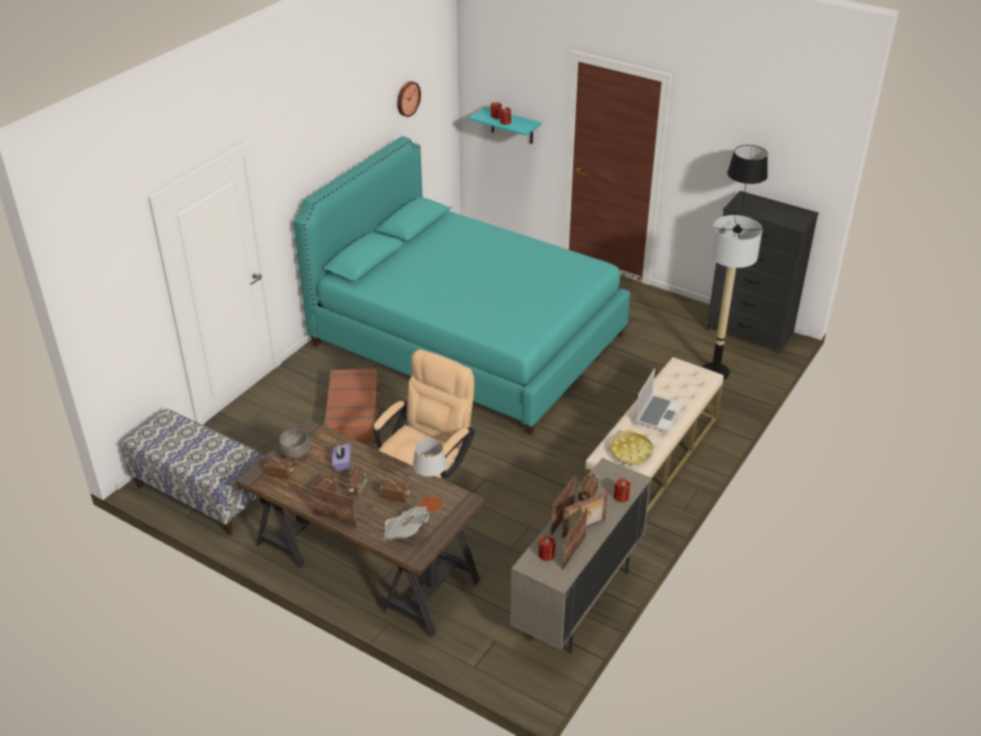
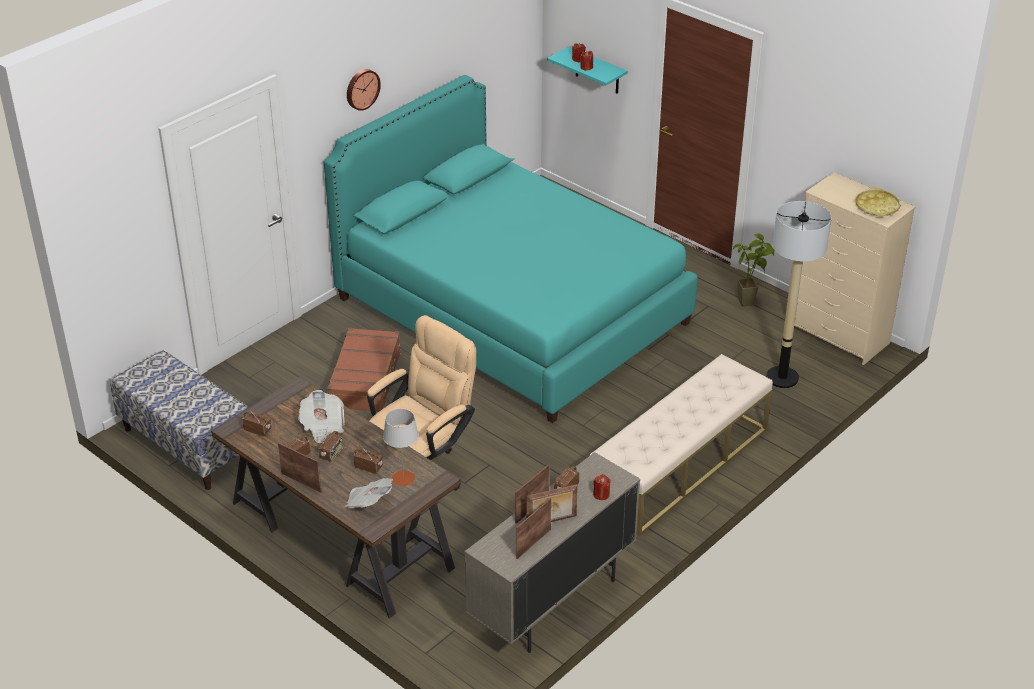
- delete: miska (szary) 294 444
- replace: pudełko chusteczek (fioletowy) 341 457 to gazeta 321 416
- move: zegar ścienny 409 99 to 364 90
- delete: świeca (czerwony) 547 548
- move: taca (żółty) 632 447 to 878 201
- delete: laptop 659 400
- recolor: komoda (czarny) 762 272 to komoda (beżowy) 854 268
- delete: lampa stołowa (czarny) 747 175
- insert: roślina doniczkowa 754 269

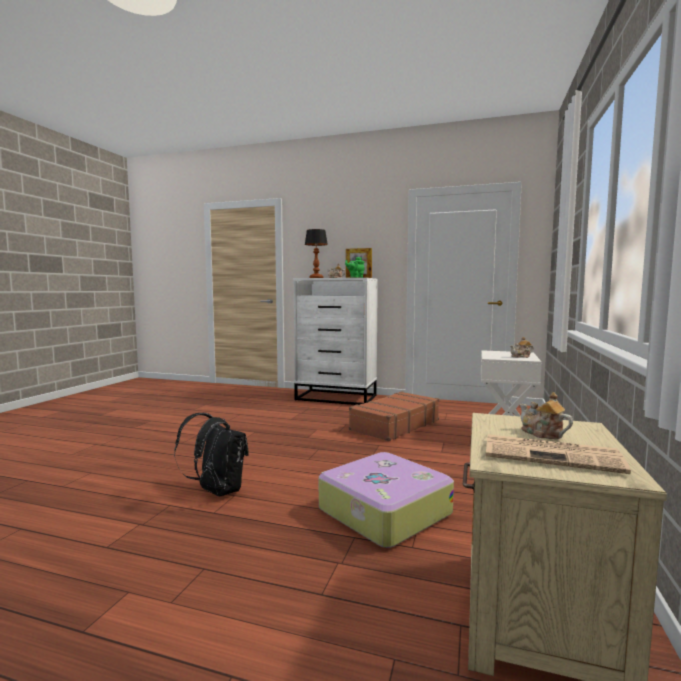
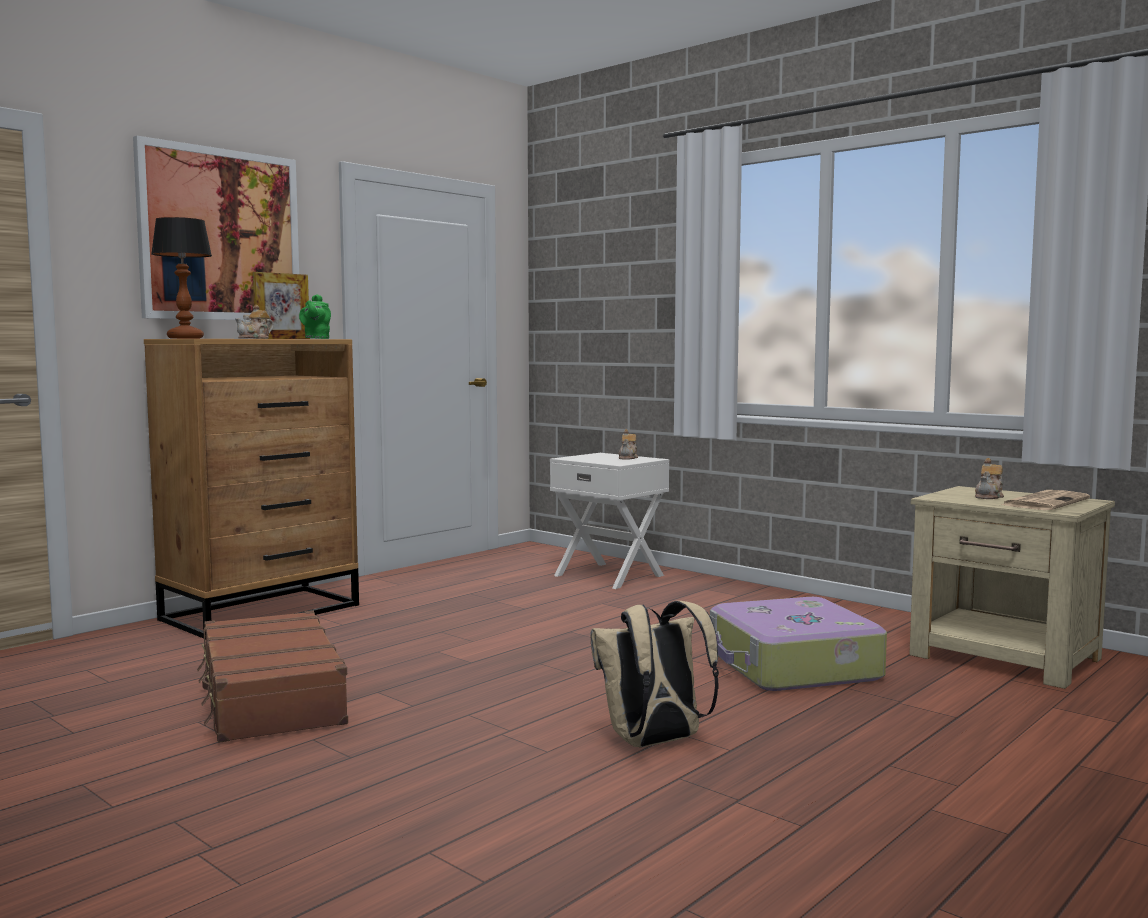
- recolor: plecak (czarny) 211 454 to plecak (beżowy) 654 674
- recolor: komoda (biały) 335 341 to komoda (brązowy) 251 489
- move: walizka (brązowy) 394 416 to 272 677
- rotate: imbryk 546 415 = 989 478 45 degrees counterclockwise
- insert: obraz 216 228

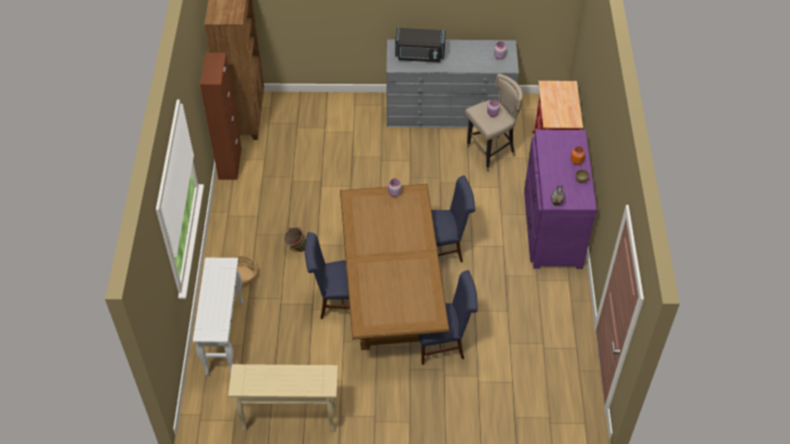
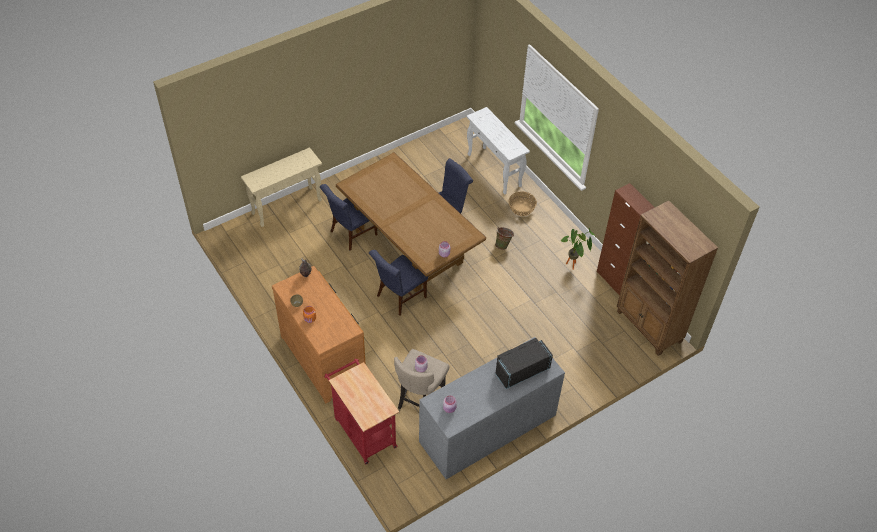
- move: stolik konsolowy (beżowy) 283 397 to 281 187
- recolor: komoda (fioletowy) 560 199 to komoda (brązowy) 319 334
- insert: roślina doniczkowa 578 249

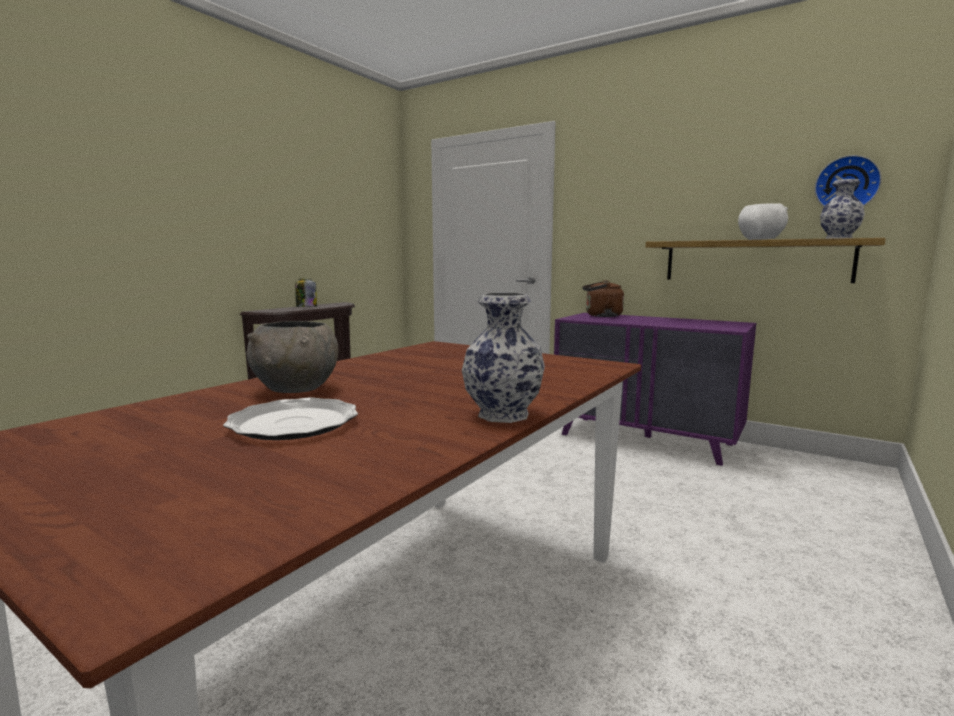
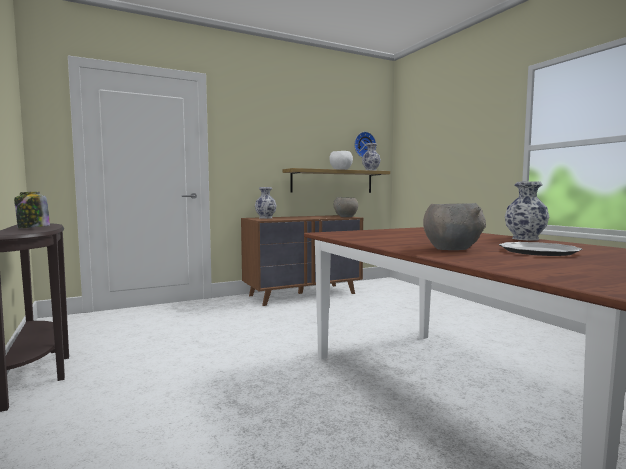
- recolor: komoda (fioletowy) 655 389 to komoda (brązowy) 302 260
- replace: czajnik (brązowy) 603 298 to wazon 265 203
- insert: miska (szary) 345 207

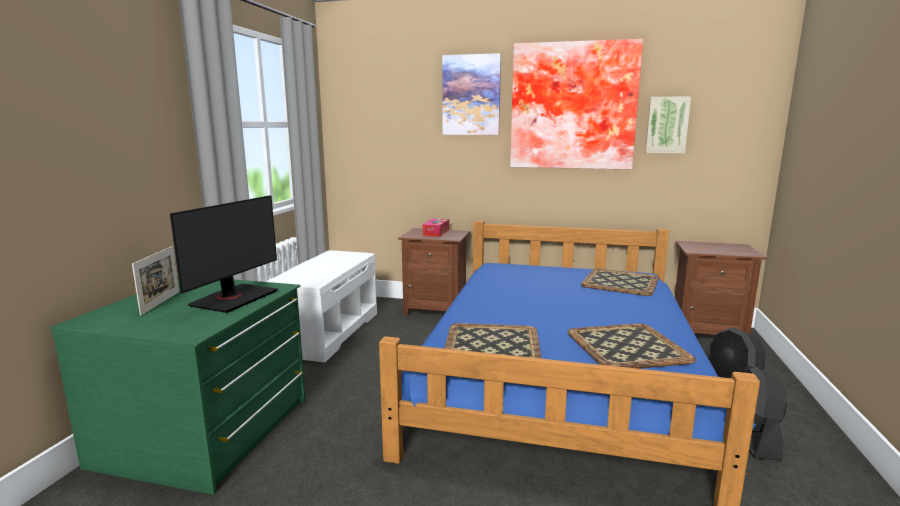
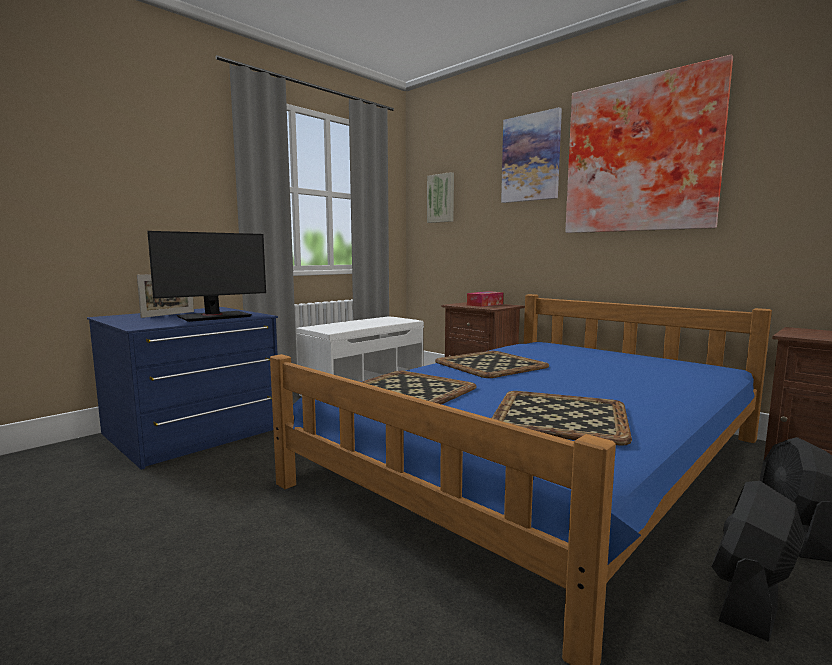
- recolor: komoda (zielony) 177 387 to komoda (niebieski) 182 388
- move: taca 620 282 to 492 364
- move: obraz 668 124 to 440 197

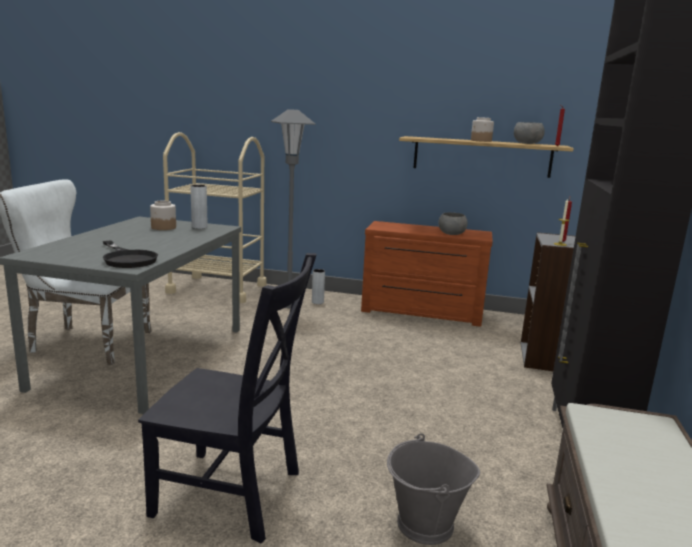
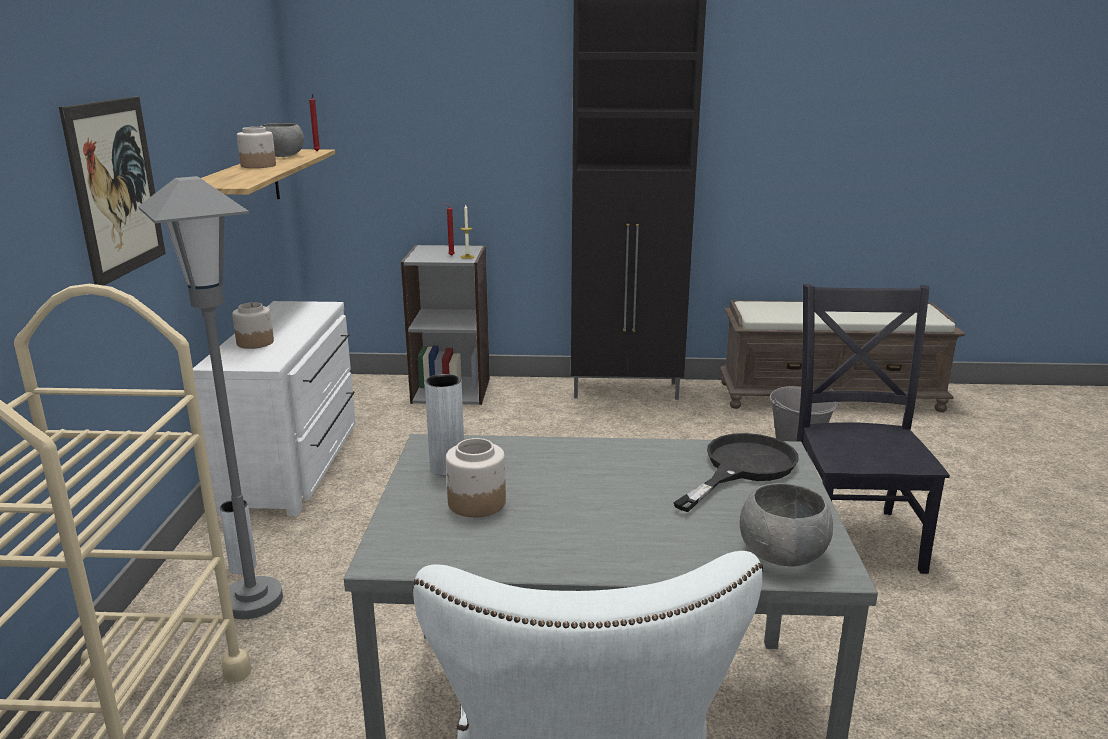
- recolor: komoda (brązowy) 427 274 to komoda (biały) 274 408
- move: miska (szary) 453 223 to 786 524
- insert: obraz 112 191
- insert: słoik 253 325

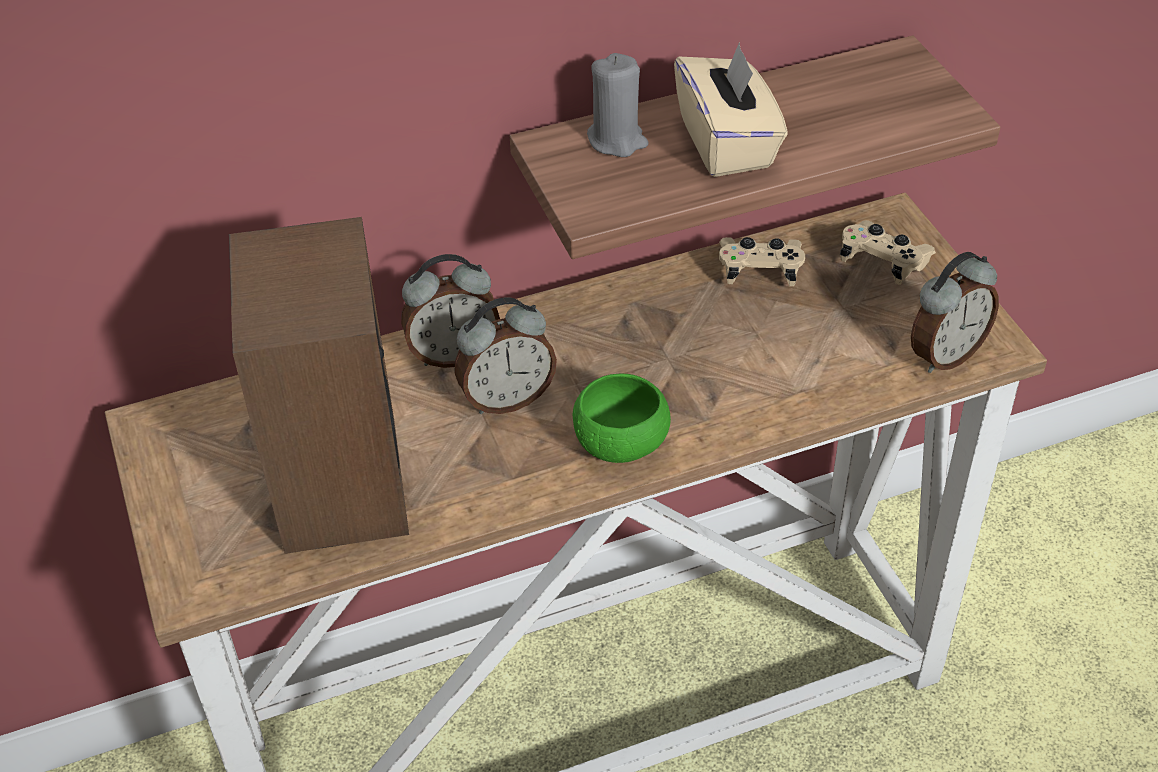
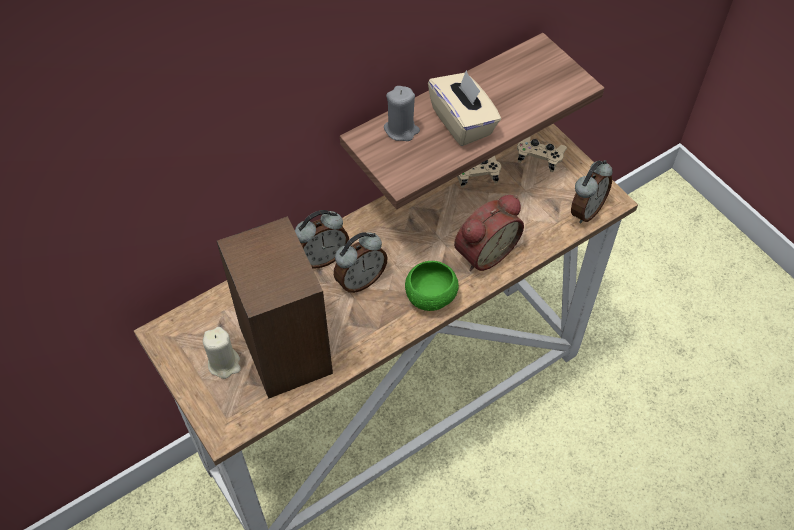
- insert: świeca (beżowy) 222 353
- insert: budzik 489 233

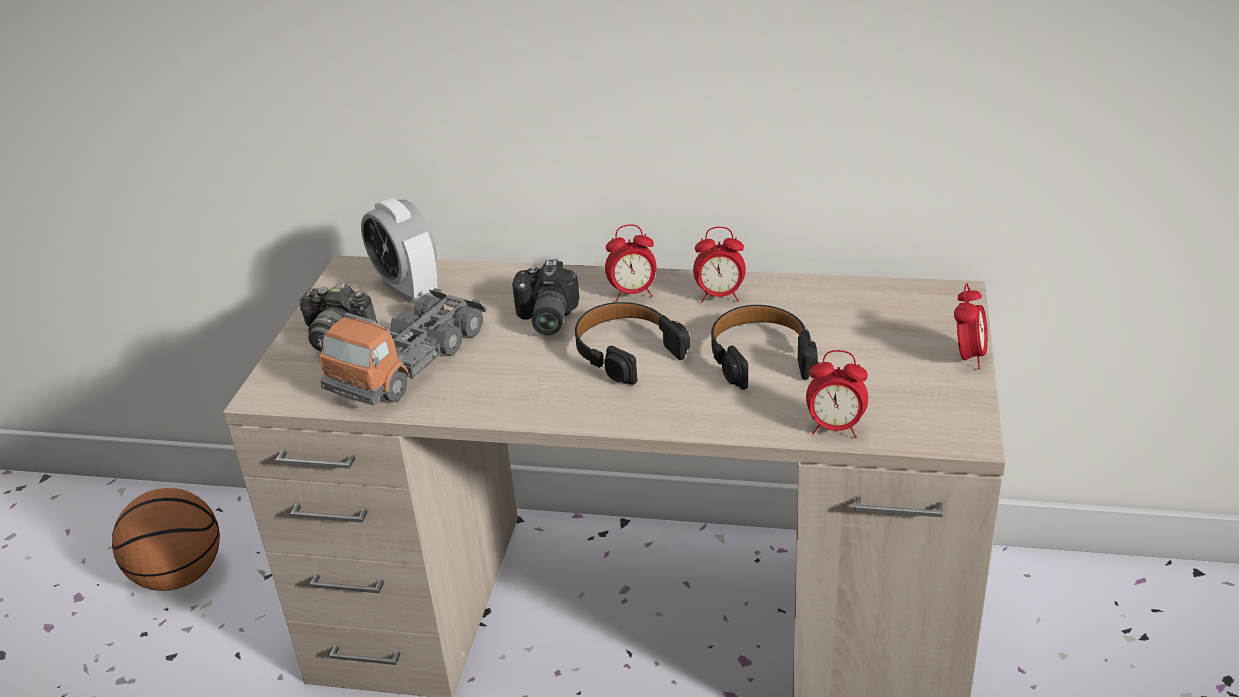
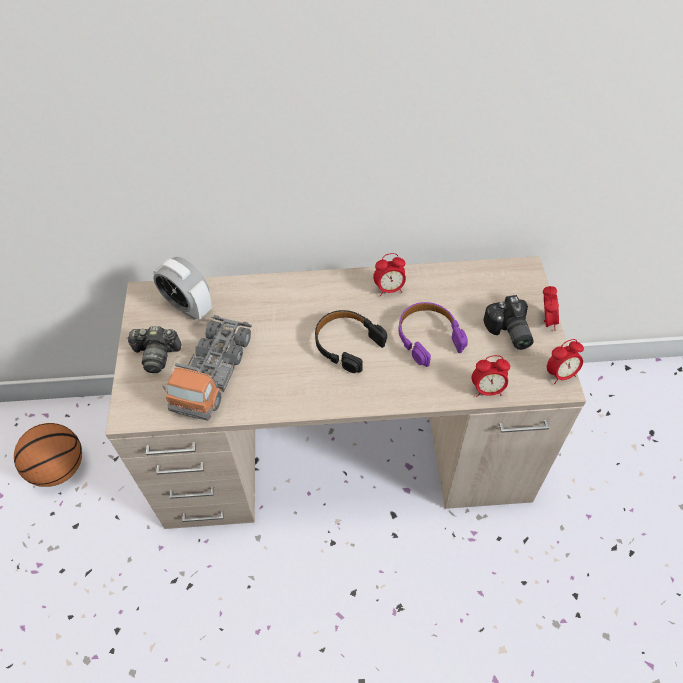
- move: aparat fotograficzny 545 297 to 508 322
- move: budzik 630 262 to 565 361
- recolor: słuchawki (czarny) 764 347 to słuchawki (fioletowy) 433 334

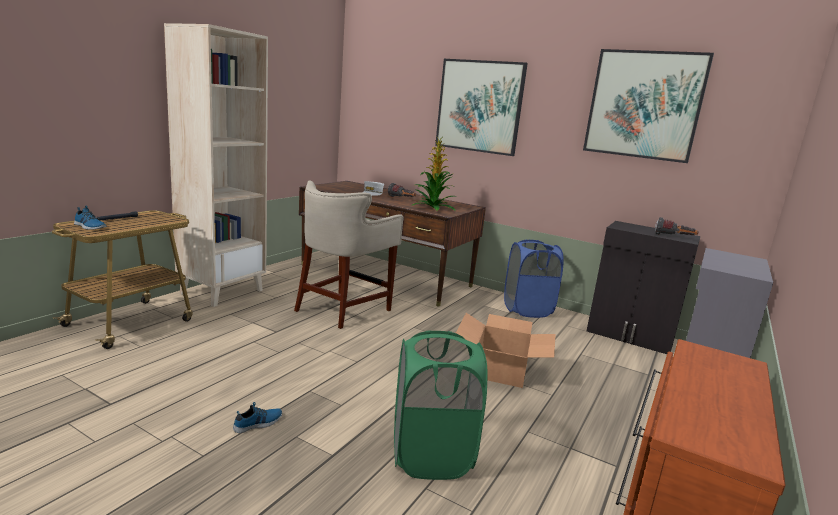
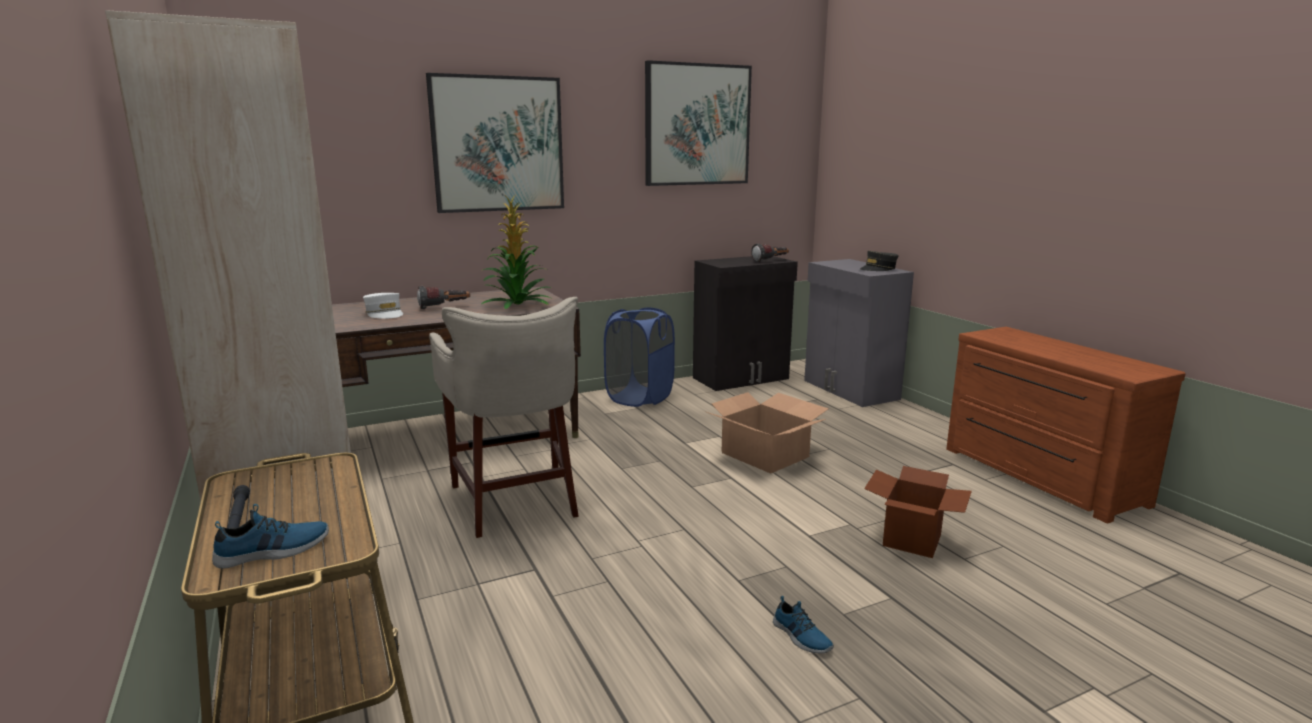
- rotate: but 257 417 = 803 624 150 degrees clockwise
- replace: kosz na pranie (zielony) 441 405 to karton 918 512
- insert: czapka z daszkiem (szary) 879 261

